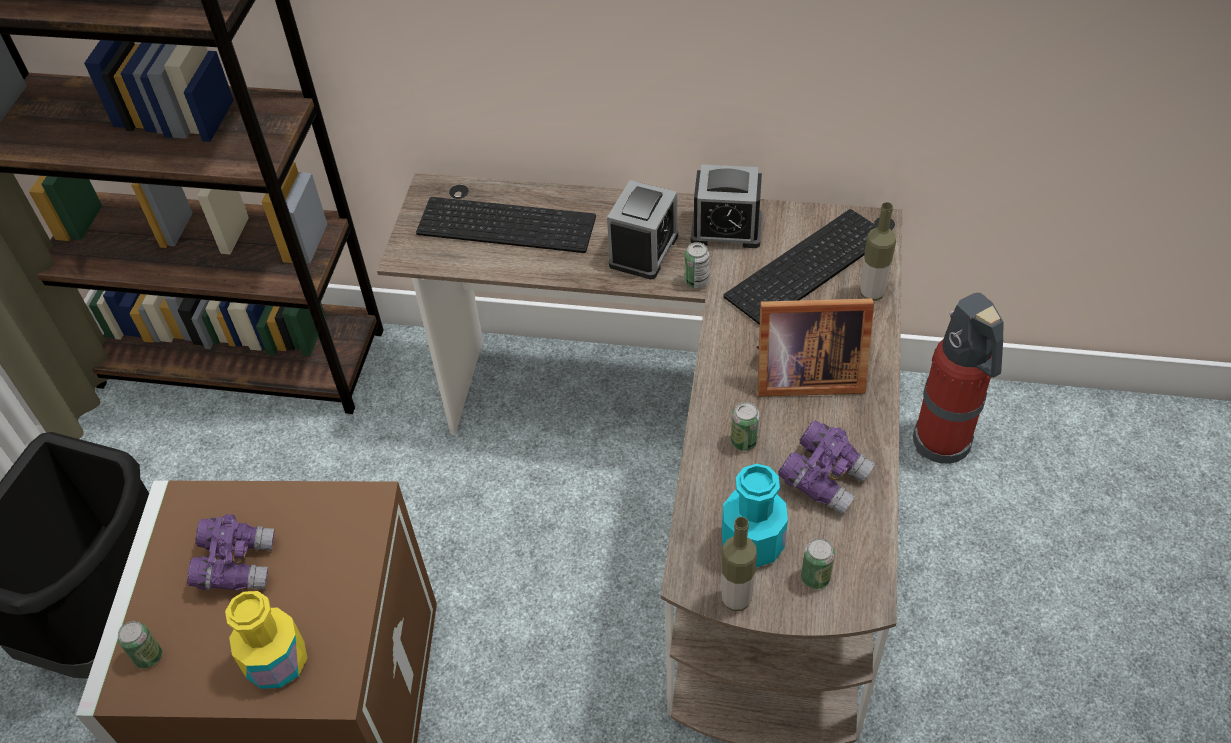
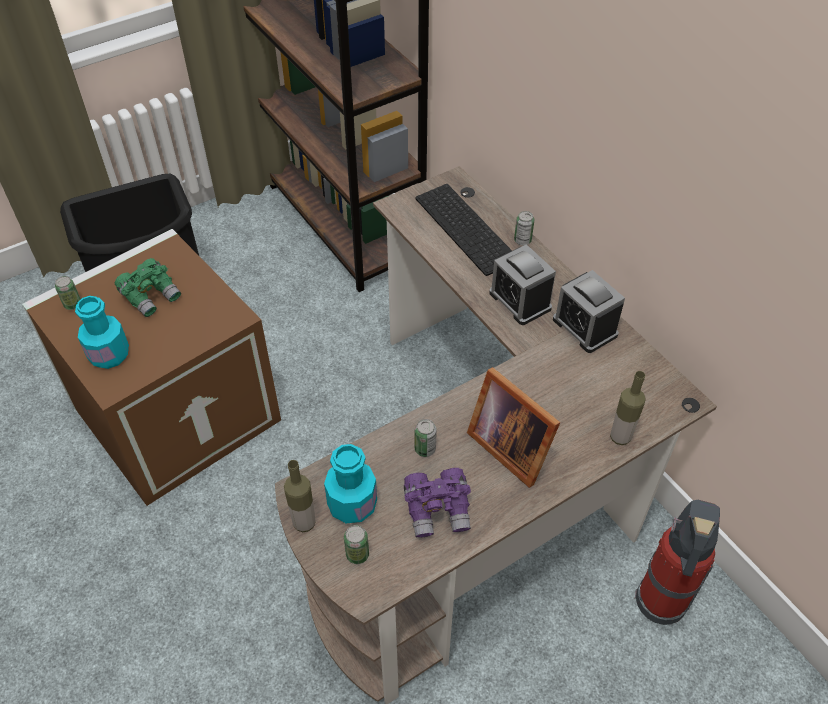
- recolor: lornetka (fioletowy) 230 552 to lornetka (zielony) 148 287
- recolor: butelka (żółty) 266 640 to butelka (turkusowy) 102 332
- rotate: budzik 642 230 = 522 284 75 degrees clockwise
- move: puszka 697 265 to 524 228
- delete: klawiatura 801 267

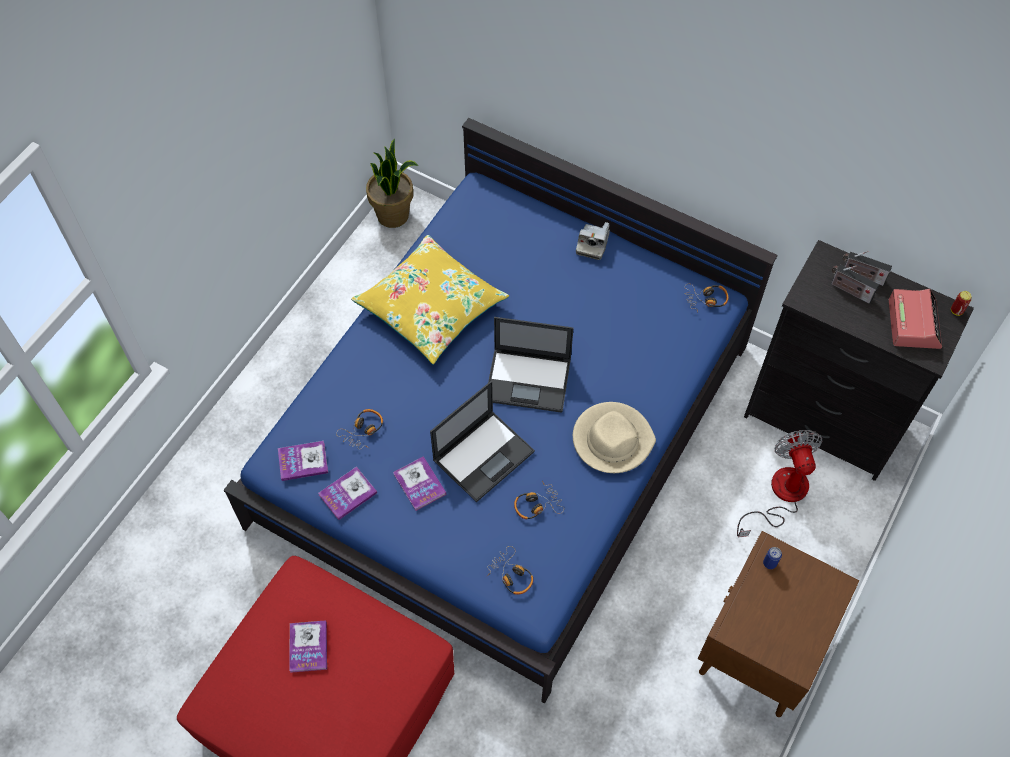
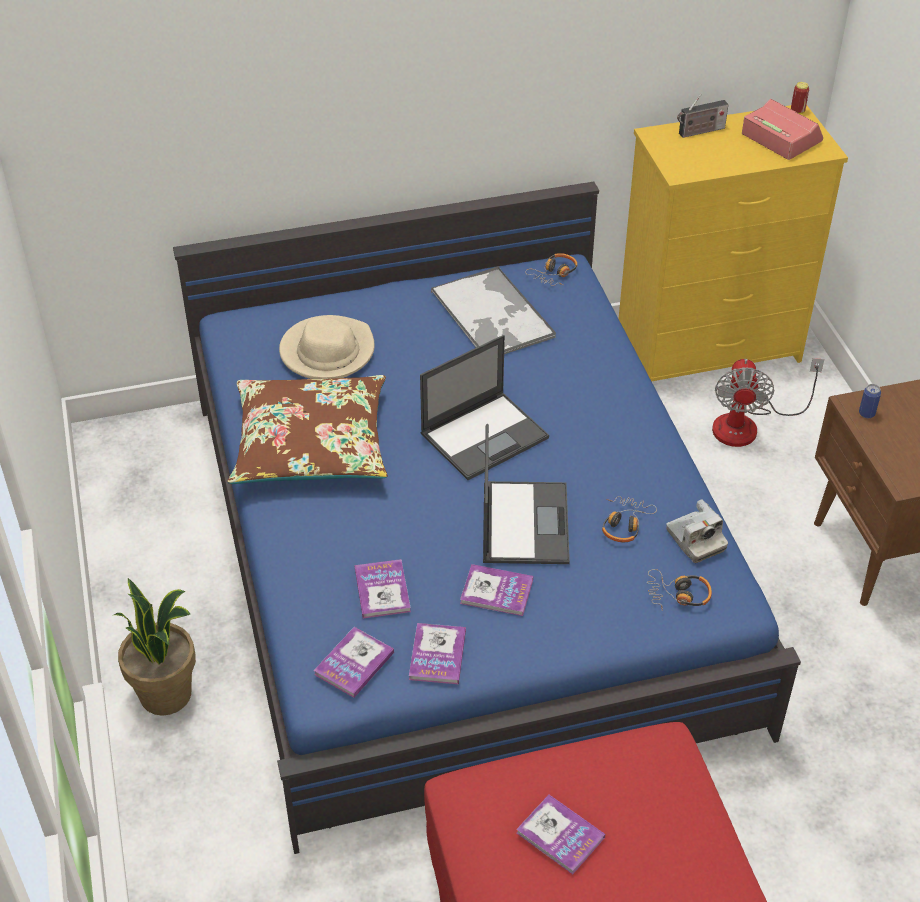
- replace: słuchawki 359 429 to książka 383 588
- recolor: poduszka (żółty) 430 300 to poduszka (brązowy) 307 429
- move: roślina doniczkowa 392 183 to 155 647
- move: kapelusz (beżowy) 614 437 to 327 347
- move: aparat fotograficzny 593 241 to 697 531
- rotate: wentylator 780 484 = 768 402 120 degrees counterclockwise
- recolor: komoda (czarny) 859 360 to komoda (żółty) 733 243
- delete: radio 855 284
- insert: taca 493 310

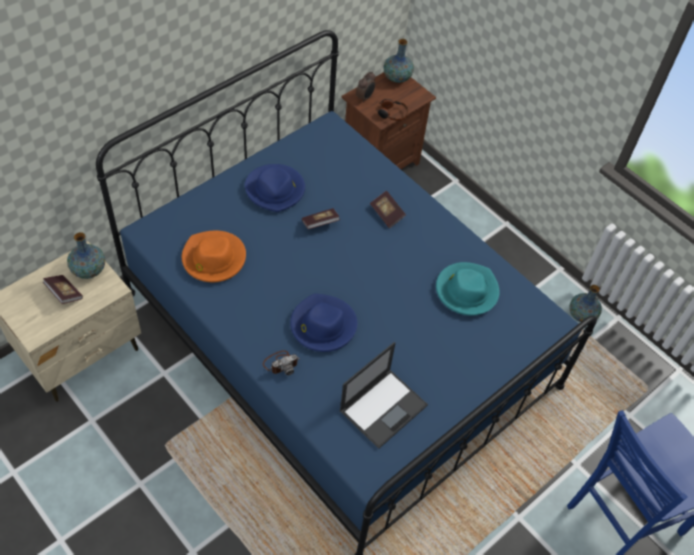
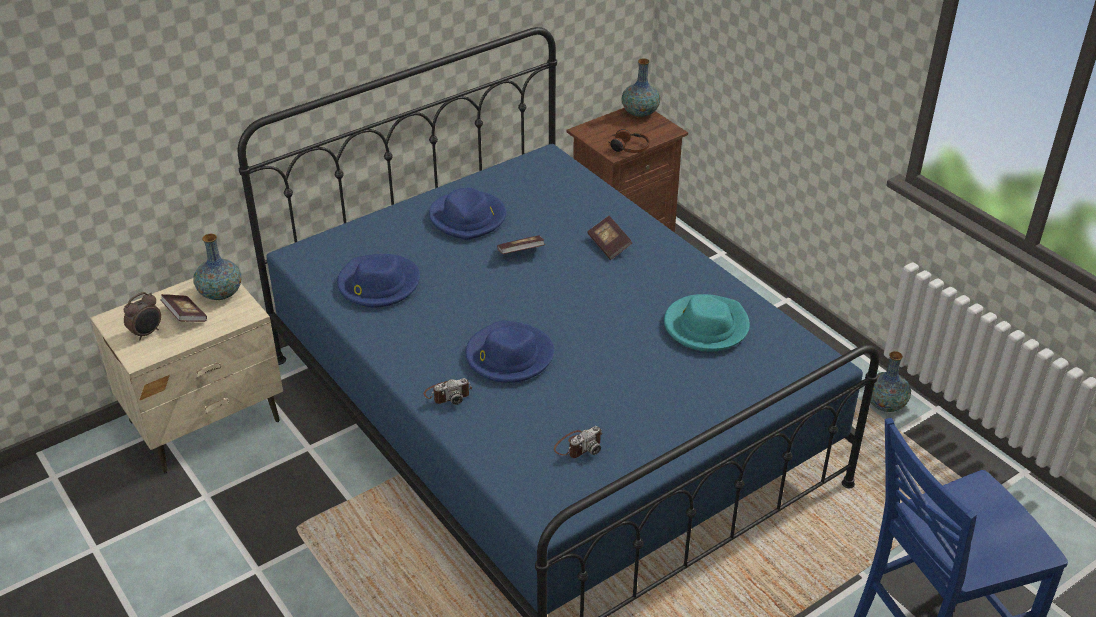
- recolor: kapelusz (pomarańczowy) 214 256 to kapelusz (niebieski) 378 280
- replace: laptop 383 395 to aparat fotograficzny 578 442
- move: budzik 365 87 to 142 316

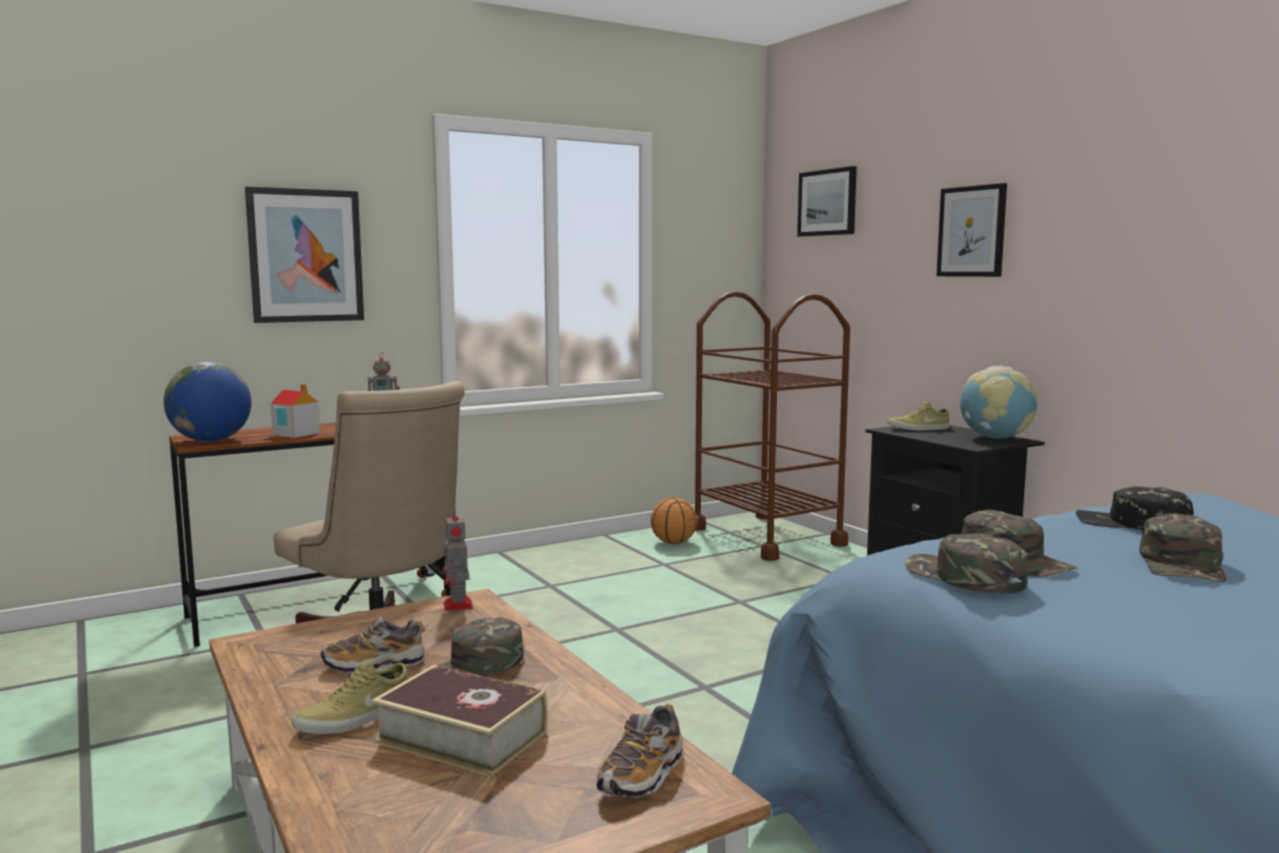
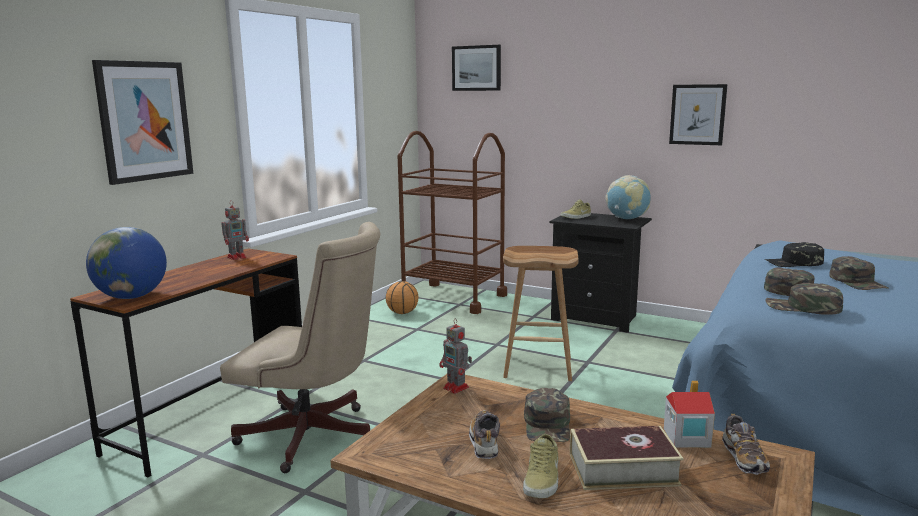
- move: domek 295 410 to 689 414
- rotate: but 372 645 = 484 434 135 degrees clockwise
- move: obraz 972 230 to 698 114
- insert: stołek (brązowy) 541 313

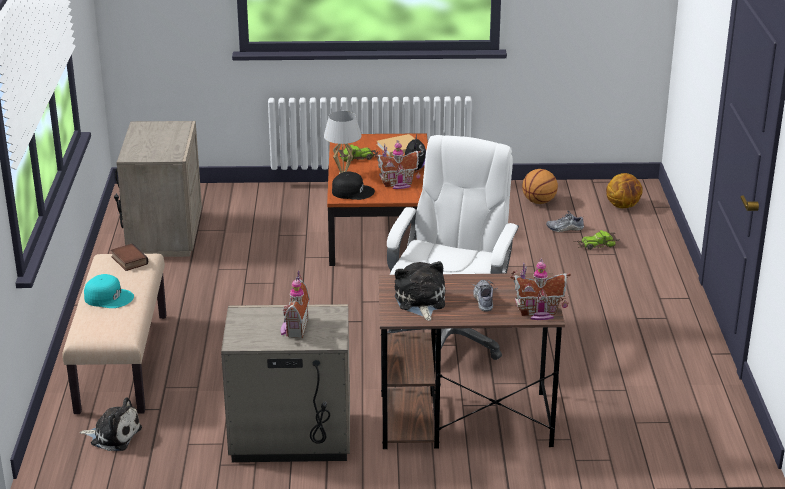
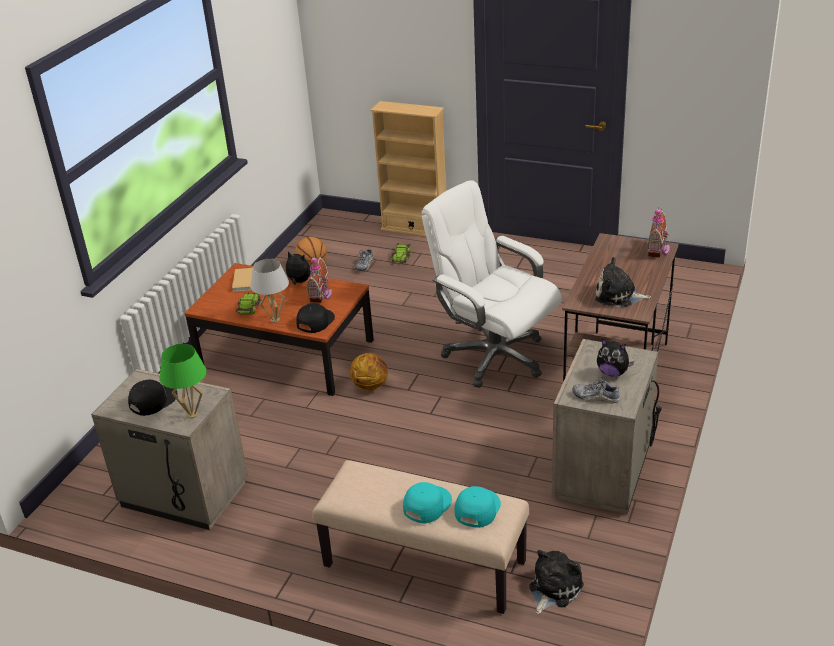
- delete: książka 129 257
- replace: domek 295 304 to pluszak 615 358
- move: but 484 295 to 596 390
- move: piłka do koszykówki 624 190 to 369 372
- insert: czapka z daszkiem (czarny) 153 398
- insert: lampa stołowa (zielony) 183 381
- insert: regał (beżowy) 408 169
- insert: czapka z daszkiem (turkusowy) 478 507

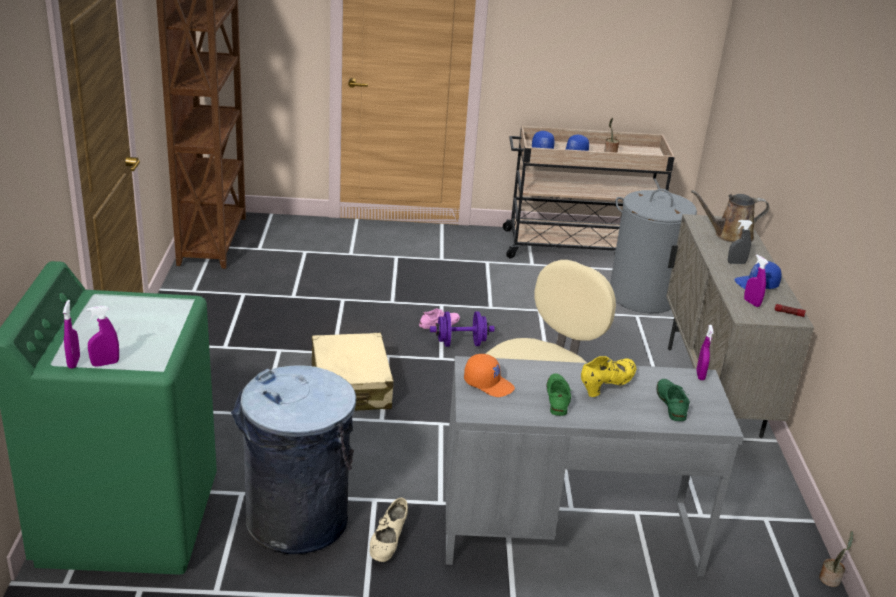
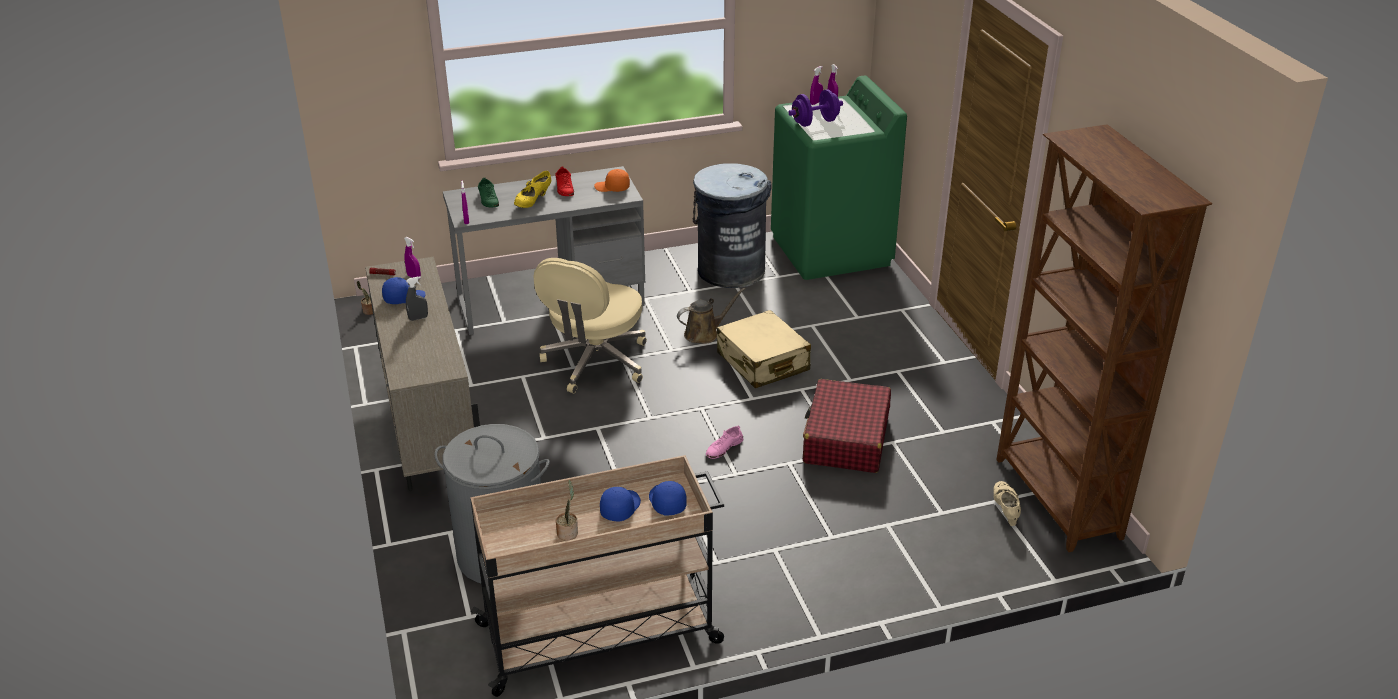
- move: but (beżowy) 389 530 to 1007 503
- move: hantel (fioletowy) 462 329 to 815 108
- recolor: but (zielony) 558 394 to but (czerwony) 564 181
- move: konewka (brązowy) 730 216 to 711 316
- insert: walizka (czerwony) 847 426

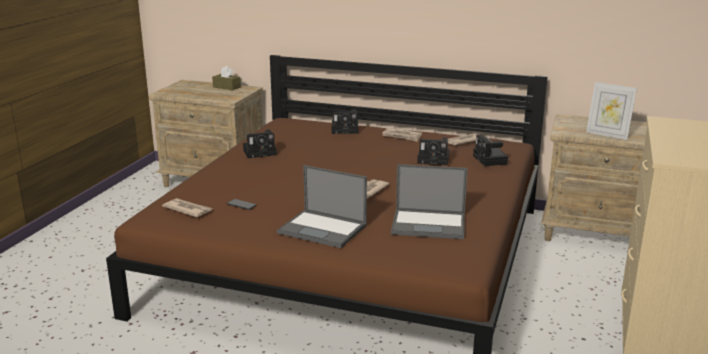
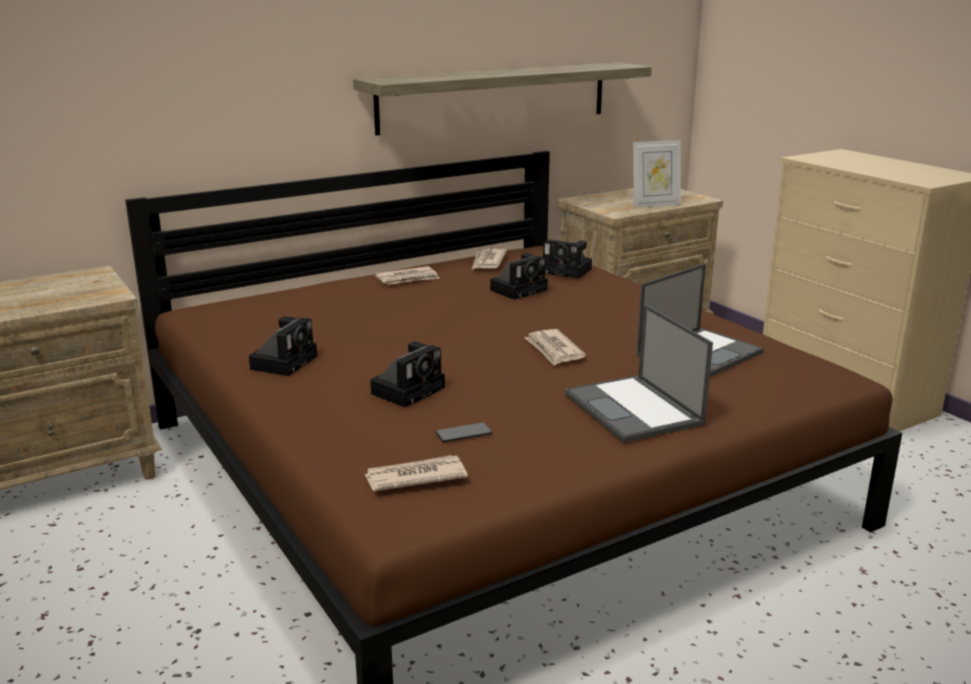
- delete: pudełko chusteczek (brązowy) 226 78
- rotate: laptop 322 206 = 639 373 90 degrees clockwise
- move: aparat fotograficzny 345 122 to 407 374
- insert: półka 502 99

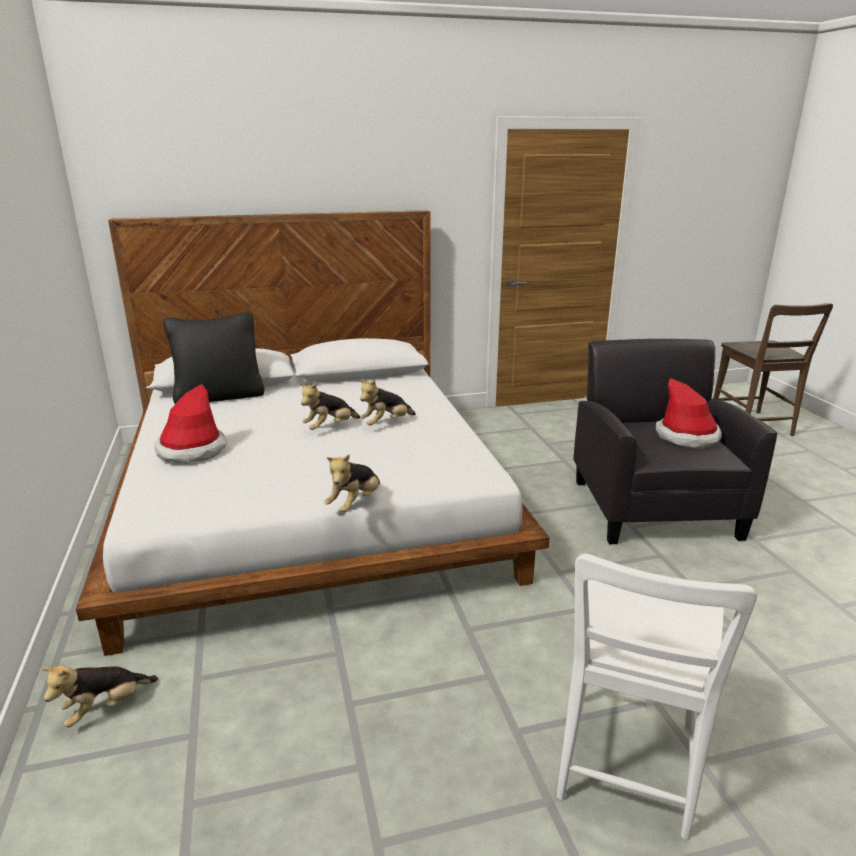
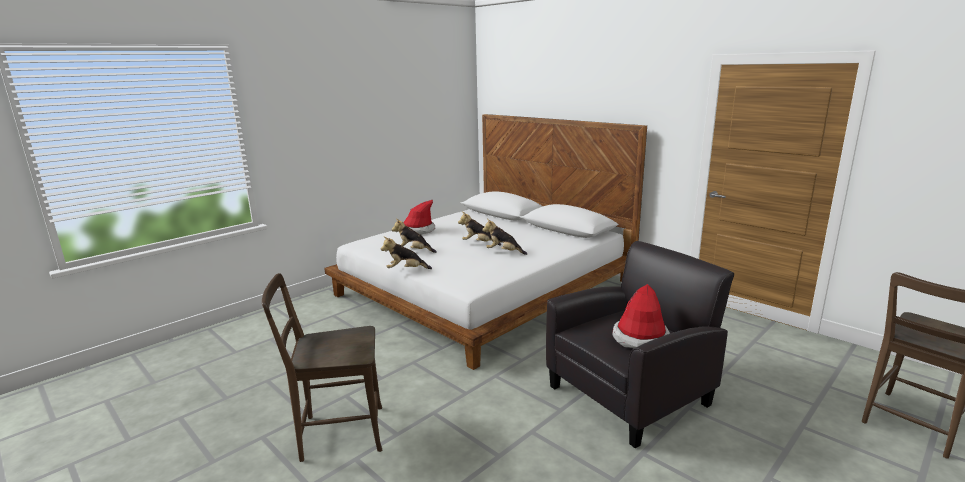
- move: pluszak 99 696 to 414 236
- delete: poduszka (czarny) 213 358
- recolor: krzesło (biały) 657 696 to krzesło (brązowy) 322 367

